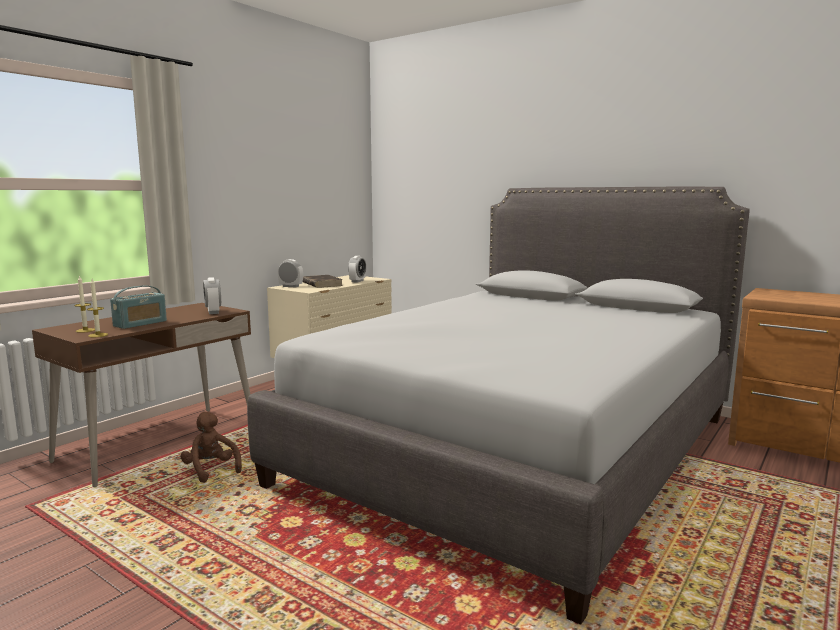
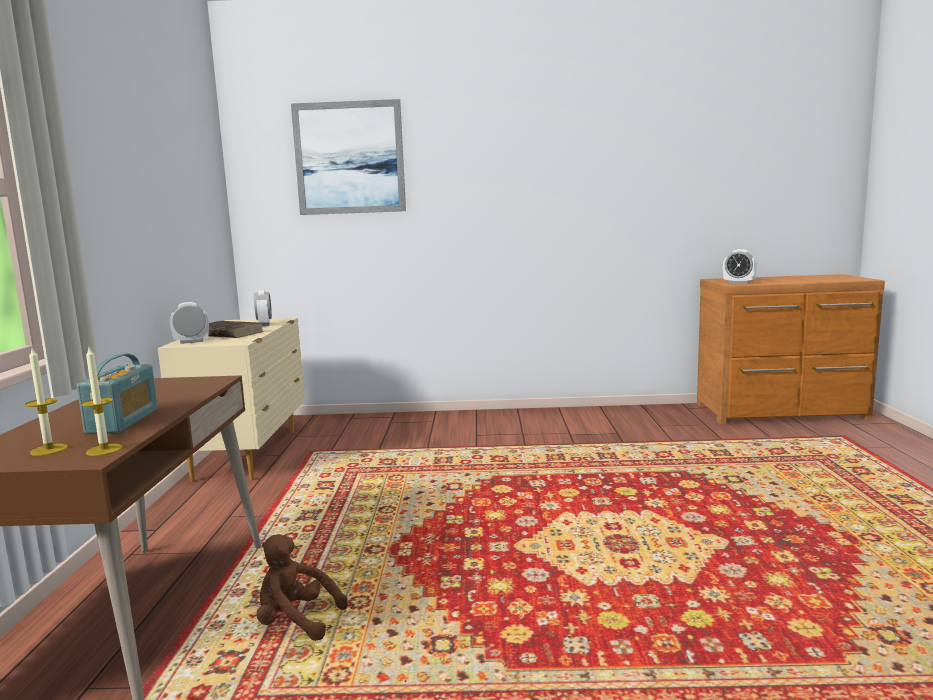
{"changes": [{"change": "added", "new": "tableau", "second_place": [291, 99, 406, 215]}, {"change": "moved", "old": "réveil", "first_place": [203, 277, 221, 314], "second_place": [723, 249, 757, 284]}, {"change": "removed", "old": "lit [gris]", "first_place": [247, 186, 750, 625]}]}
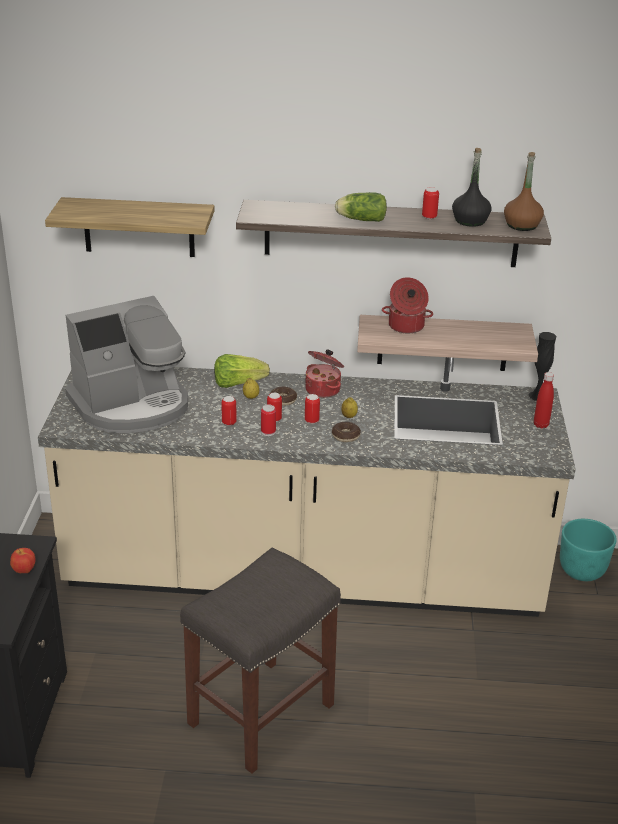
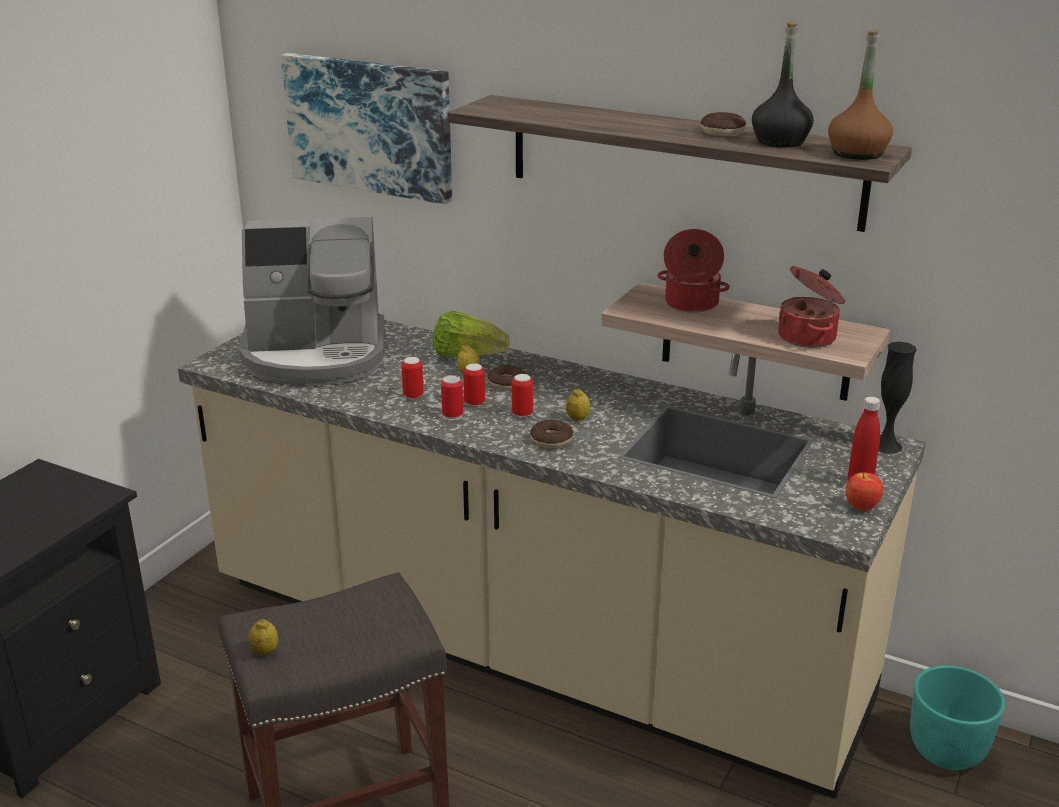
{"changes": [{"change": "added", "new": "citron", "second_place": [249, 619, 278, 655]}, {"change": "replaced", "old": "étagère", "new": "tableau", "first_place": [45, 197, 214, 257], "second_place": [281, 53, 452, 205]}, {"change": "replaced", "old": "boîte métallique", "new": "beignet", "first_place": [422, 187, 439, 219], "second_place": [700, 112, 746, 137]}, {"change": "moved", "old": "marmite", "first_place": [305, 349, 344, 398], "second_place": [778, 266, 845, 348]}, {"change": "moved", "old": "pomme", "first_place": [10, 548, 36, 573], "second_place": [845, 472, 883, 511]}, {"change": "removed", "old": "laitue", "first_place": [335, 192, 387, 222]}]}
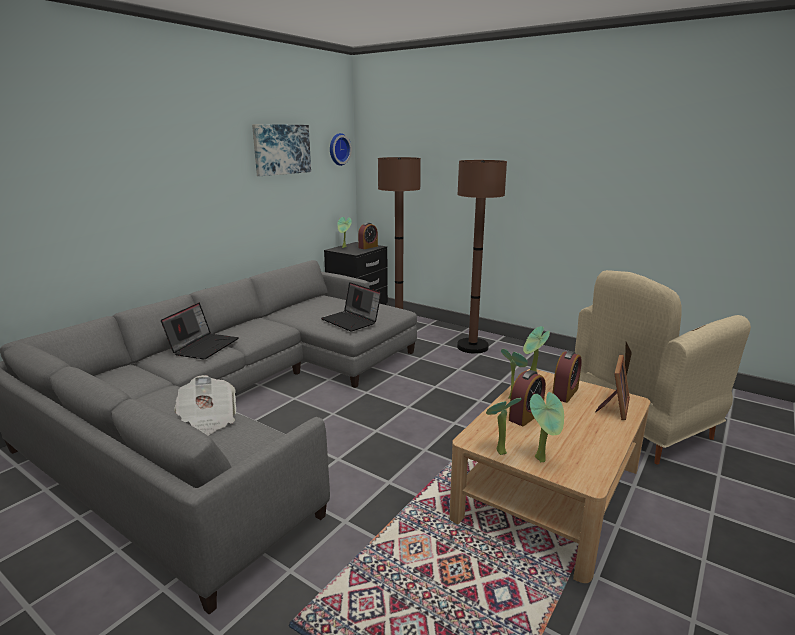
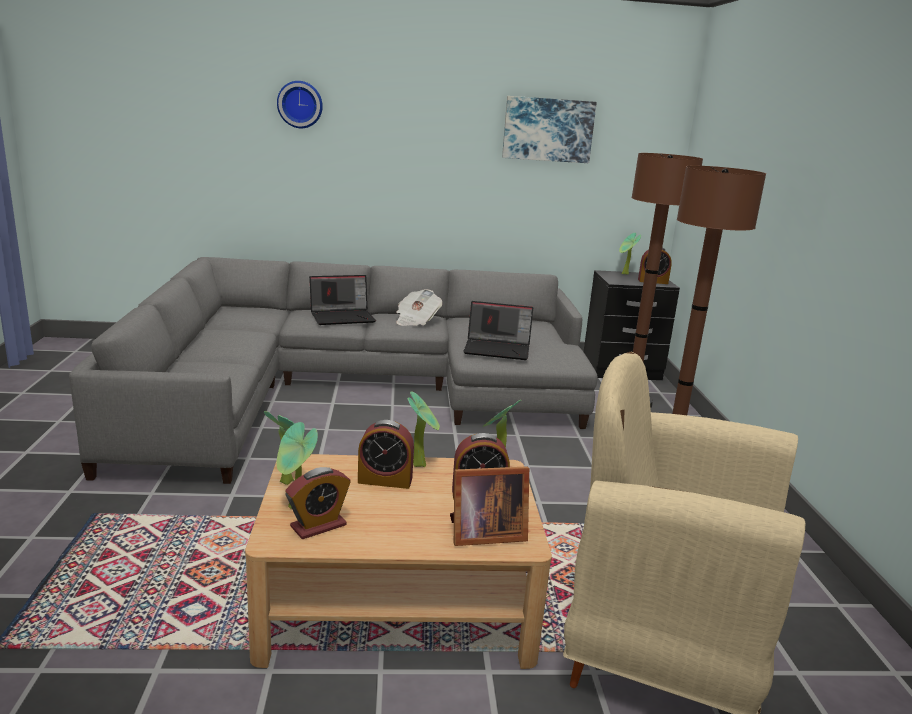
{"changes": [{"change": "moved", "old": "horloge murale", "first_place": [330, 133, 352, 166], "second_place": [277, 81, 323, 128]}, {"change": "added", "new": "réveil", "second_place": [285, 467, 351, 539]}, {"change": "moved", "old": "journal", "first_place": [174, 375, 236, 436], "second_place": [396, 289, 442, 326]}, {"change": "turned", "old": "ordinateur portable", "first_place": [321, 282, 381, 332], "second_place": [463, 301, 533, 360], "degrees": -90}]}
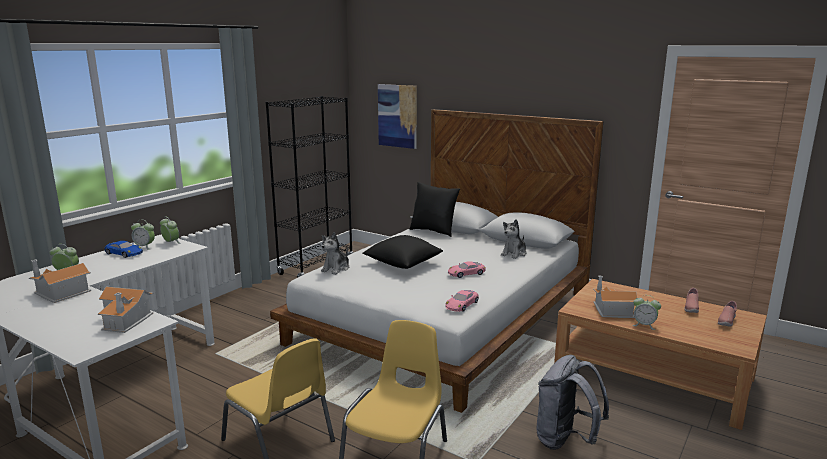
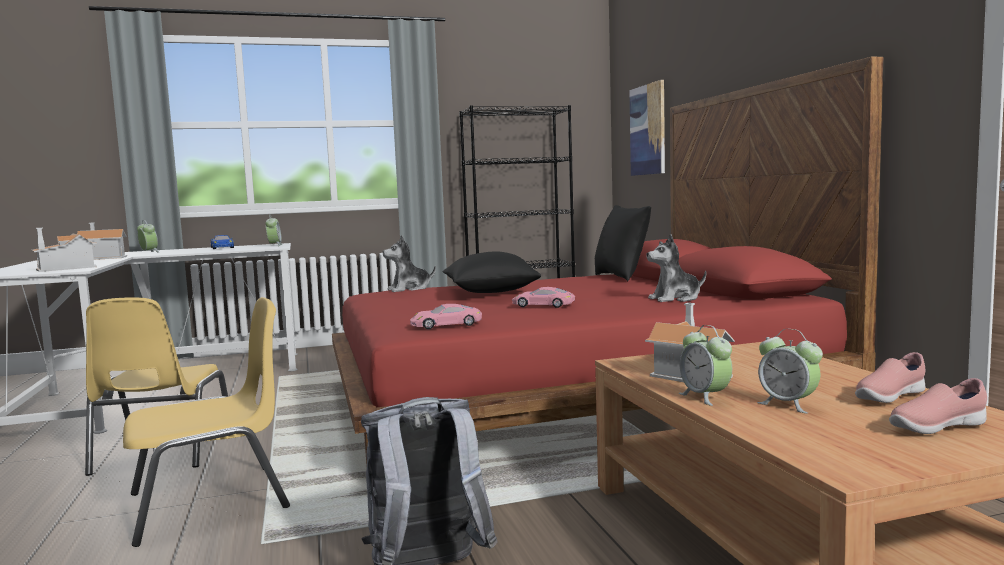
{"changes": [{"change": "recoloured", "old": "lit [blanc]", "new": "lit [rouge]", "first_place": [270, 109, 604, 413], "second_place": [332, 57, 884, 465]}, {"change": "moved", "old": "réveil", "first_place": [131, 222, 155, 249], "second_place": [757, 329, 823, 414]}]}
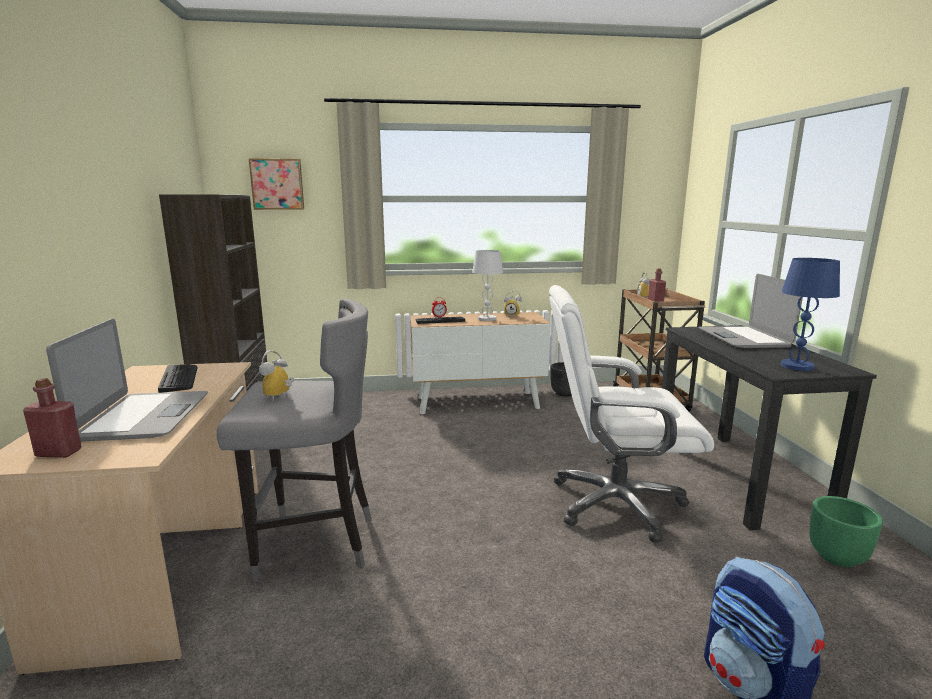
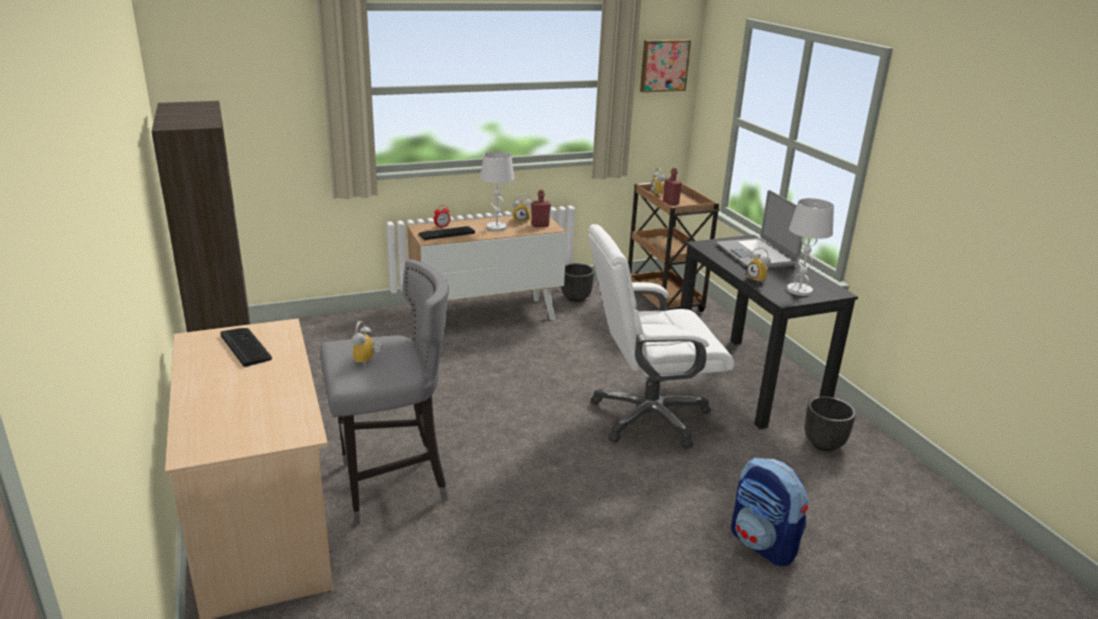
{"changes": [{"change": "moved", "old": "bouteille [rouge]", "first_place": [23, 378, 81, 458], "second_place": [531, 190, 551, 227]}, {"change": "moved", "old": "tableau", "first_place": [248, 158, 304, 210], "second_place": [640, 40, 691, 92]}, {"change": "added", "new": "réveil", "second_place": [747, 247, 770, 282]}, {"change": "recoloured", "old": "lampe de table [bleu]", "new": "lampe de table [blanc]", "first_place": [781, 258, 840, 371], "second_place": [787, 198, 834, 296]}, {"change": "recoloured", "old": "cache-pot [vert]", "new": "cache-pot [noir]", "first_place": [809, 496, 883, 567], "second_place": [805, 396, 856, 451]}, {"change": "removed", "old": "ordinateur portable", "first_place": [46, 319, 208, 442]}]}
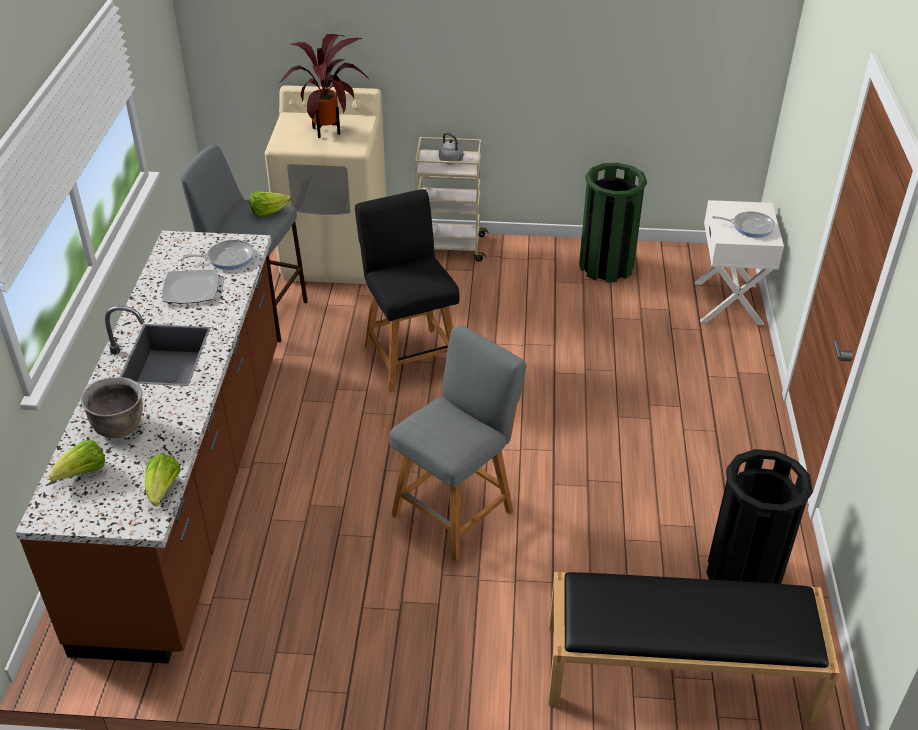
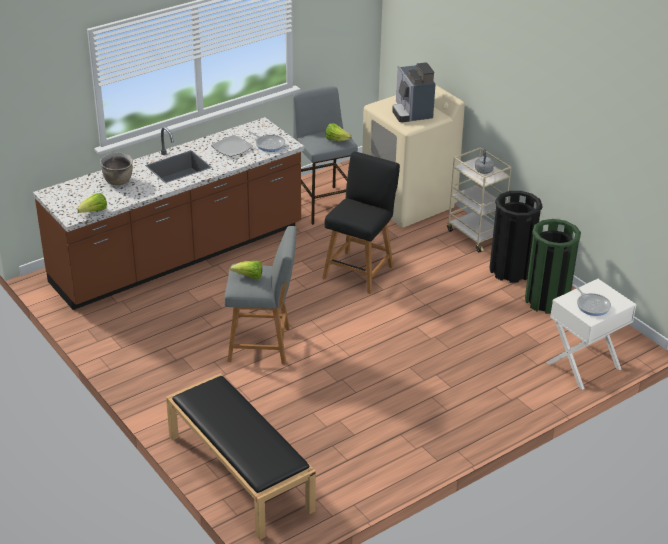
{"changes": [{"change": "moved", "old": "laitue", "first_place": [49, 440, 105, 482], "second_place": [230, 261, 262, 279]}, {"change": "replaced", "old": "plante en pot", "new": "machine à café", "first_place": [279, 34, 370, 138], "second_place": [392, 62, 436, 122]}, {"change": "moved", "old": "poubelle [noir]", "first_place": [706, 449, 813, 584], "second_place": [490, 191, 543, 283]}]}
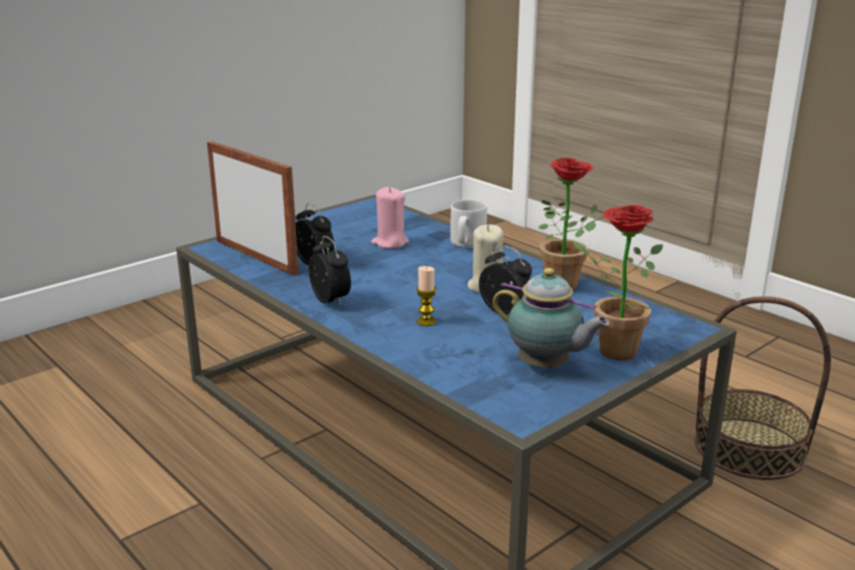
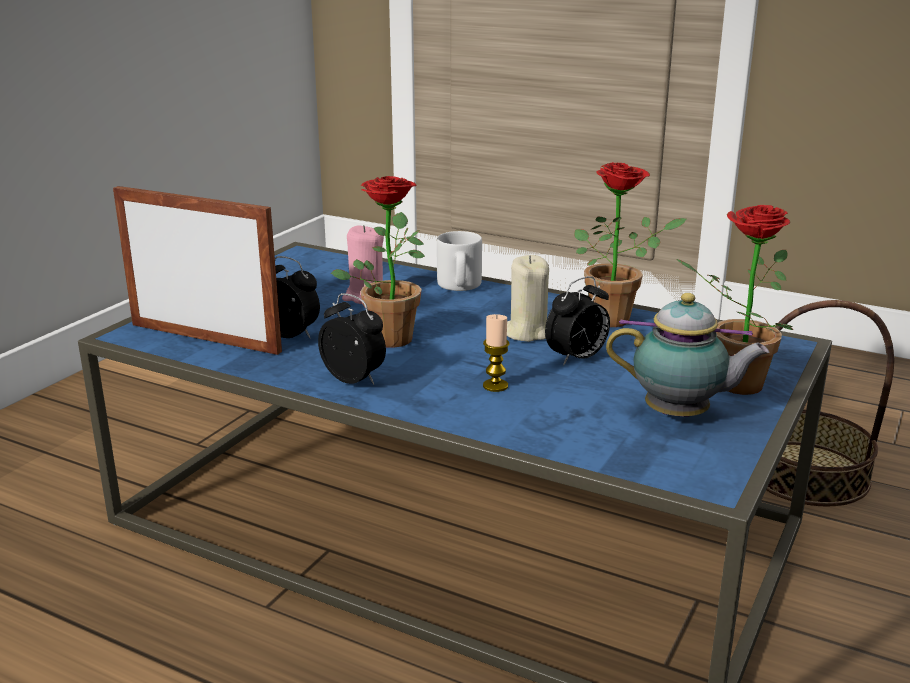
{"changes": [{"change": "added", "new": "plante en pot", "second_place": [331, 176, 425, 348]}, {"change": "turned", "old": "réveil", "first_place": [479, 245, 532, 314], "second_place": [545, 276, 610, 366], "degrees": 120}]}
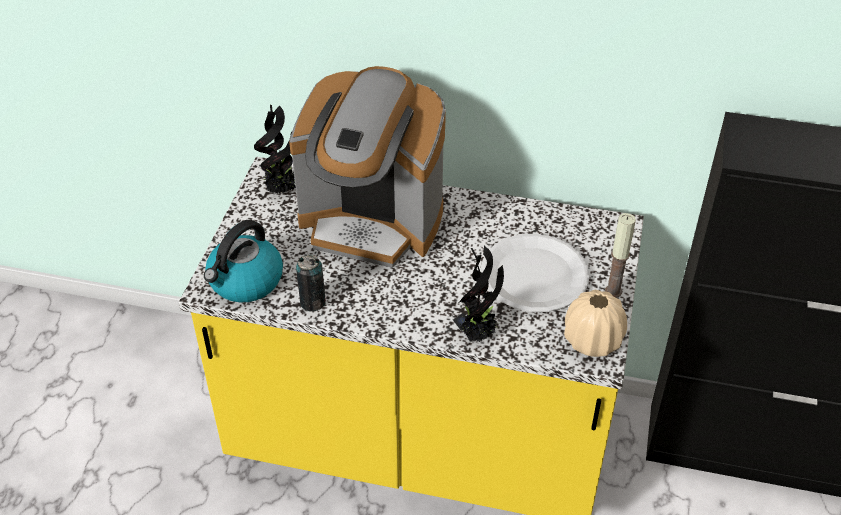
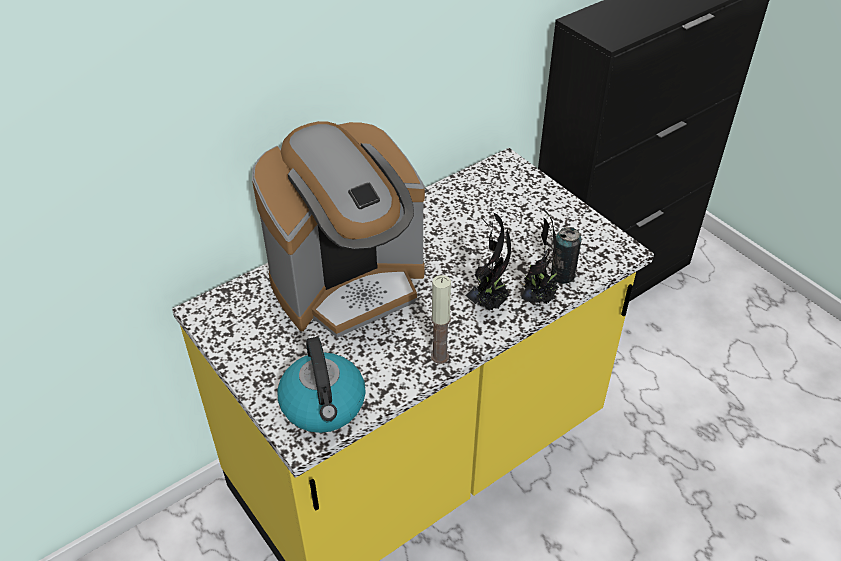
{"changes": [{"change": "moved", "old": "bougie", "first_place": [605, 213, 636, 298], "second_place": [431, 275, 451, 364]}, {"change": "moved", "old": "plante en pot", "first_place": [254, 105, 296, 194], "second_place": [466, 212, 511, 311]}, {"change": "moved", "old": "boîte métallique", "first_place": [296, 254, 326, 312], "second_place": [551, 227, 581, 284]}, {"change": "removed", "old": "assiette [blanc]", "first_place": [481, 234, 590, 312]}, {"change": "removed", "old": "vase [beige]", "first_place": [564, 290, 627, 357]}]}
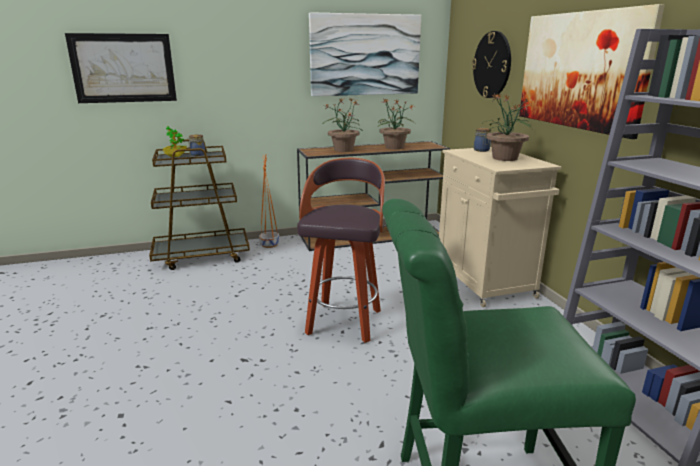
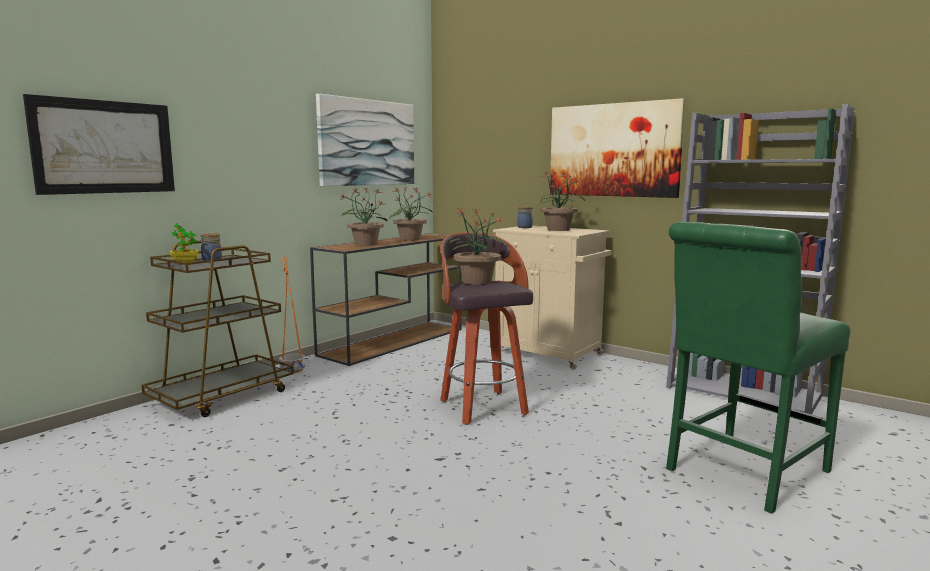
{"changes": [{"change": "added", "new": "plante en pot", "second_place": [449, 208, 506, 285]}, {"change": "removed", "old": "horloge murale", "first_place": [472, 31, 511, 98]}]}
